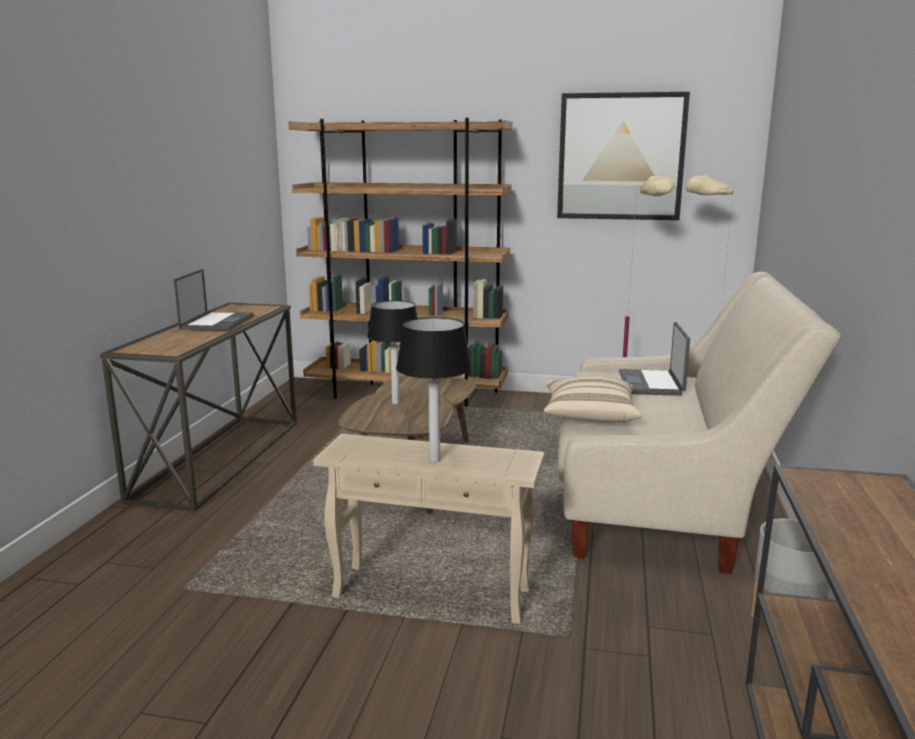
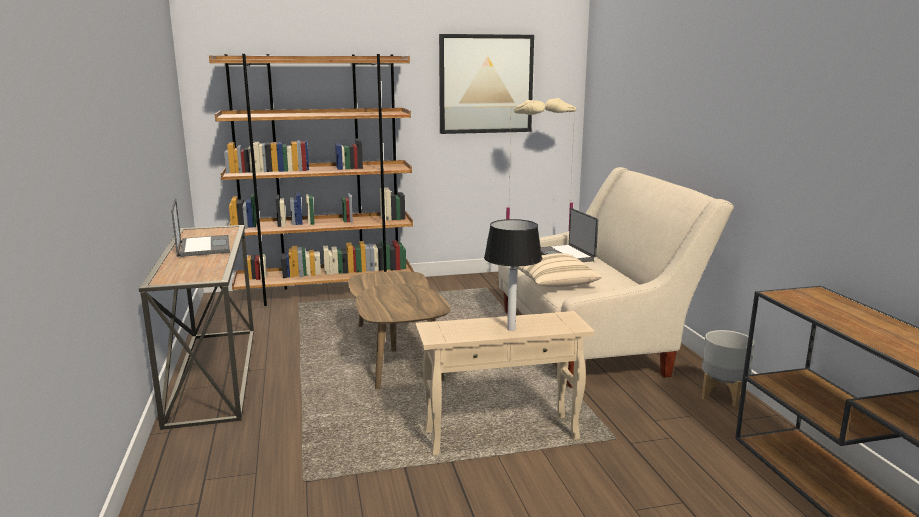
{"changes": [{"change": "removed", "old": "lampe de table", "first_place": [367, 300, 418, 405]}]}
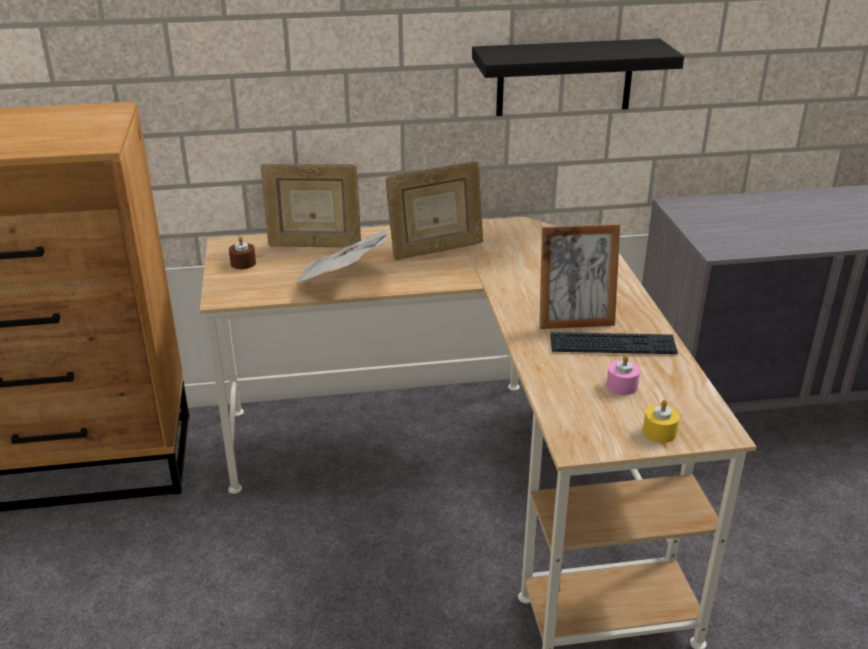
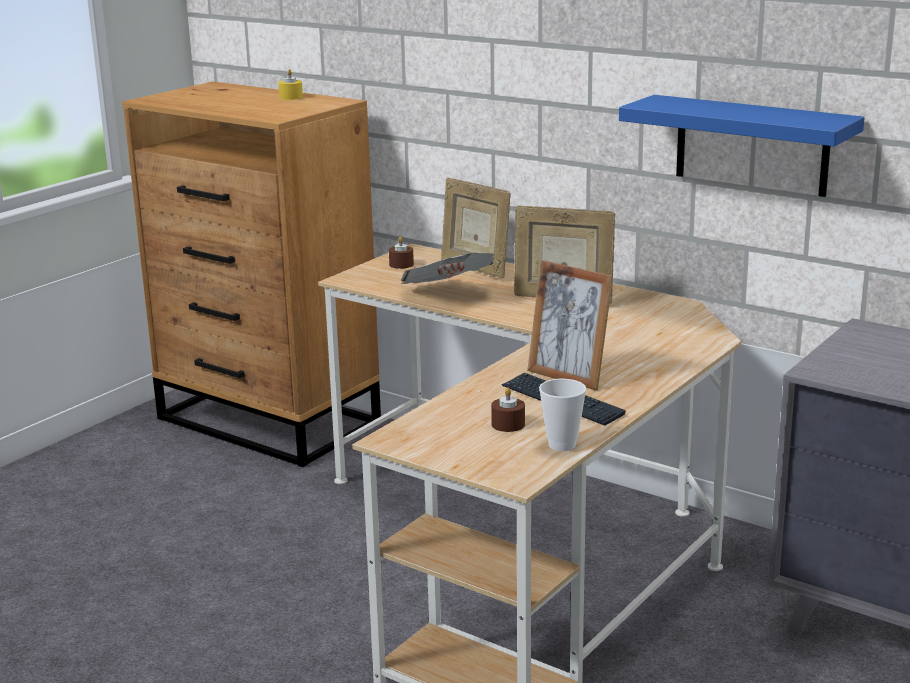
{"changes": [{"change": "moved", "old": "bougie [jaune]", "first_place": [643, 400, 680, 443], "second_place": [278, 69, 303, 100]}, {"change": "recoloured", "old": "bougie [rose]", "new": "bougie [marron]", "first_place": [606, 355, 640, 395], "second_place": [491, 388, 525, 432]}, {"change": "added", "new": "tasse", "second_place": [539, 379, 586, 451]}, {"change": "recoloured", "old": "étagère [noir]", "new": "étagère [bleu]", "first_place": [472, 39, 684, 116], "second_place": [619, 95, 865, 197]}]}
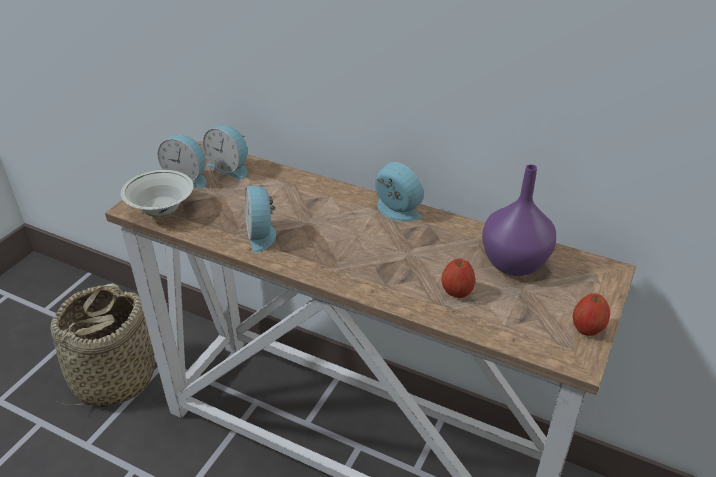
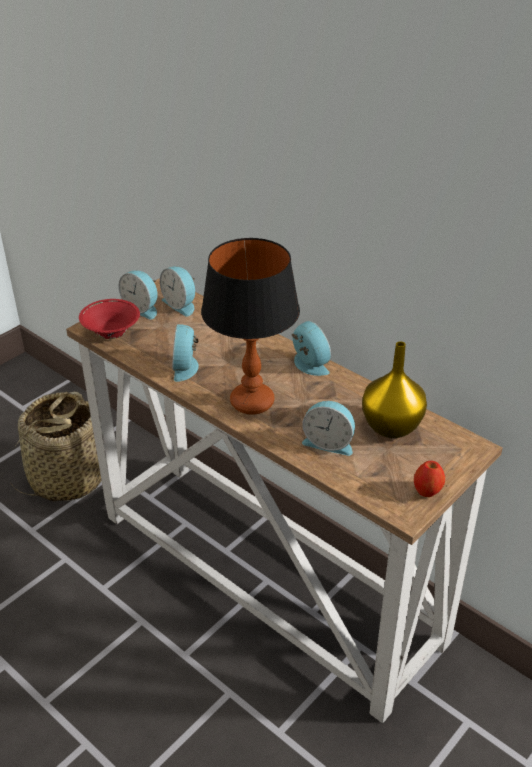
{"changes": [{"change": "recoloured", "old": "bol [blanc]", "new": "bol [rouge]", "first_place": [121, 170, 194, 217], "second_place": [79, 299, 140, 339]}, {"change": "added", "new": "lampe de table", "second_place": [201, 238, 300, 415]}, {"change": "replaced", "old": "pomme", "new": "réveil", "first_place": [442, 259, 475, 298], "second_place": [302, 401, 355, 456]}, {"change": "recoloured", "old": "vase [violet]", "new": "vase [jaune]", "first_place": [482, 164, 556, 276], "second_place": [362, 341, 427, 438]}]}
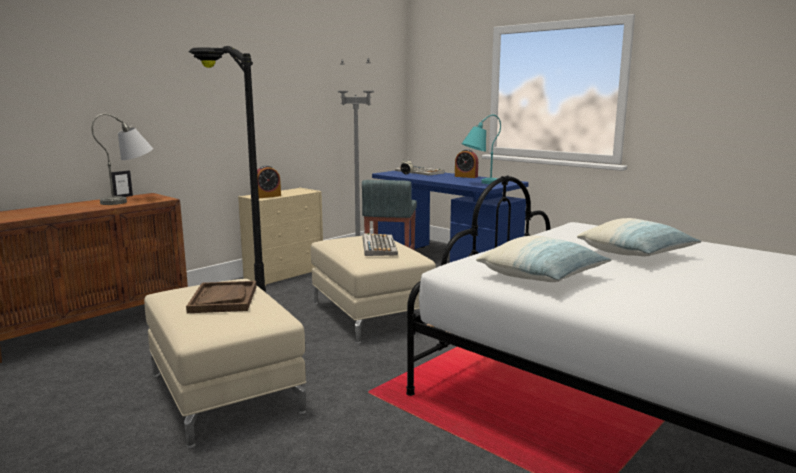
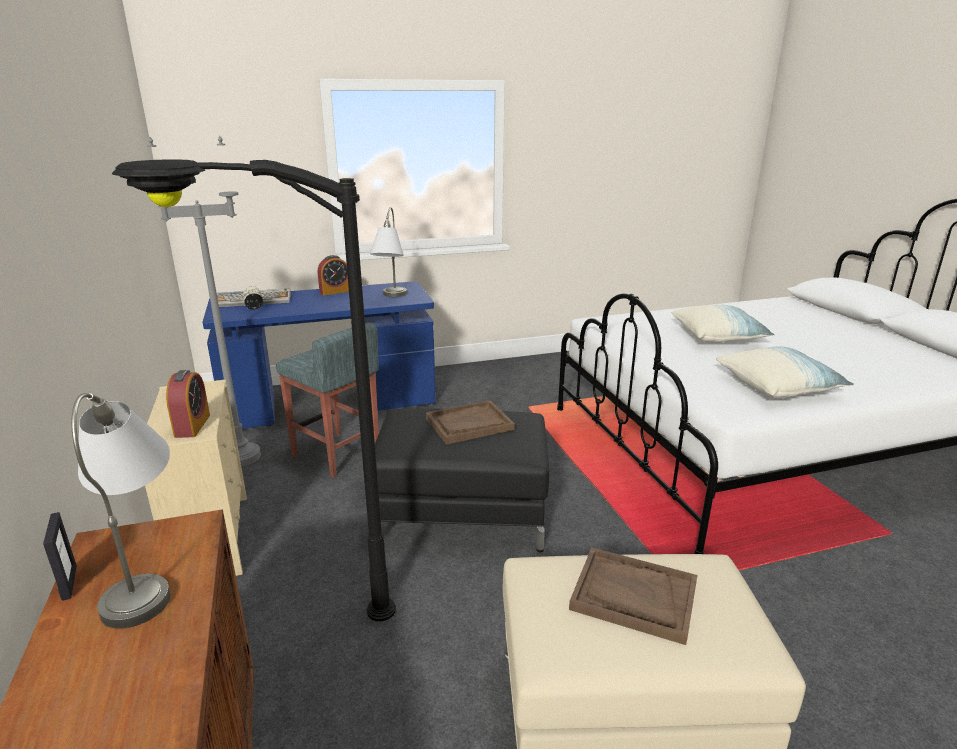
{"changes": [{"change": "recoloured", "old": "lampe de table [turquoise]", "new": "lampe de table [gris]", "first_place": [462, 115, 501, 184], "second_place": [370, 207, 407, 297]}, {"change": "recoloured", "old": "pouf [beige]", "new": "pouf [noir]", "first_place": [311, 236, 436, 344], "second_place": [375, 408, 549, 552]}, {"change": "replaced", "old": "clavier", "new": "plateau [marron]", "first_place": [363, 233, 398, 256], "second_place": [426, 400, 515, 445]}]}
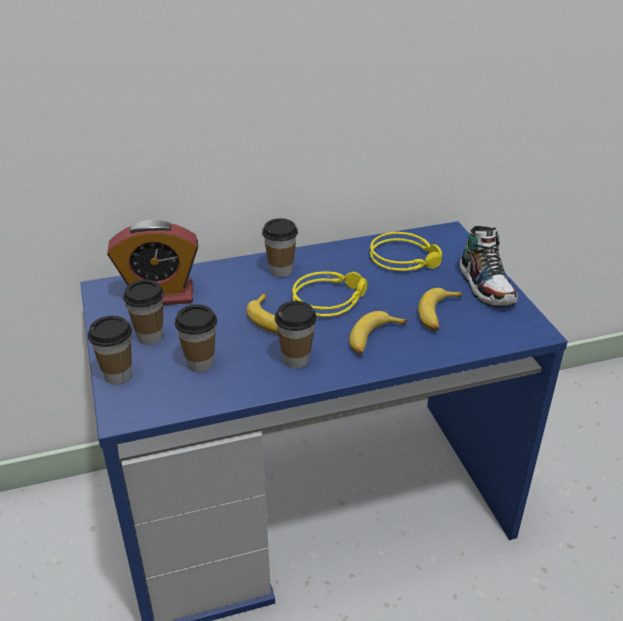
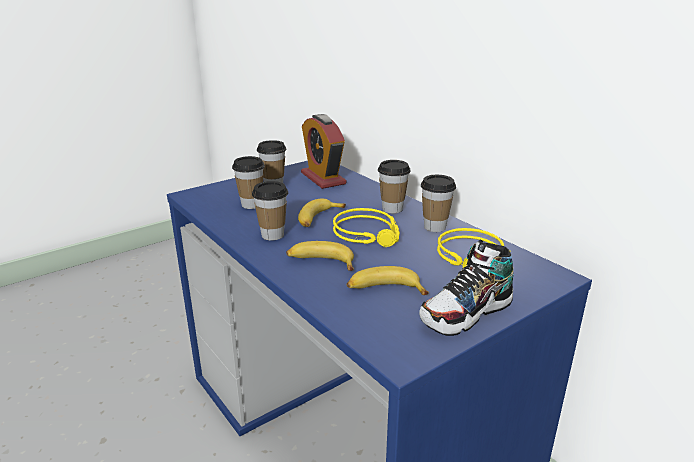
{"changes": [{"change": "moved", "old": "tasse", "first_place": [88, 316, 132, 385], "second_place": [421, 175, 456, 232]}]}
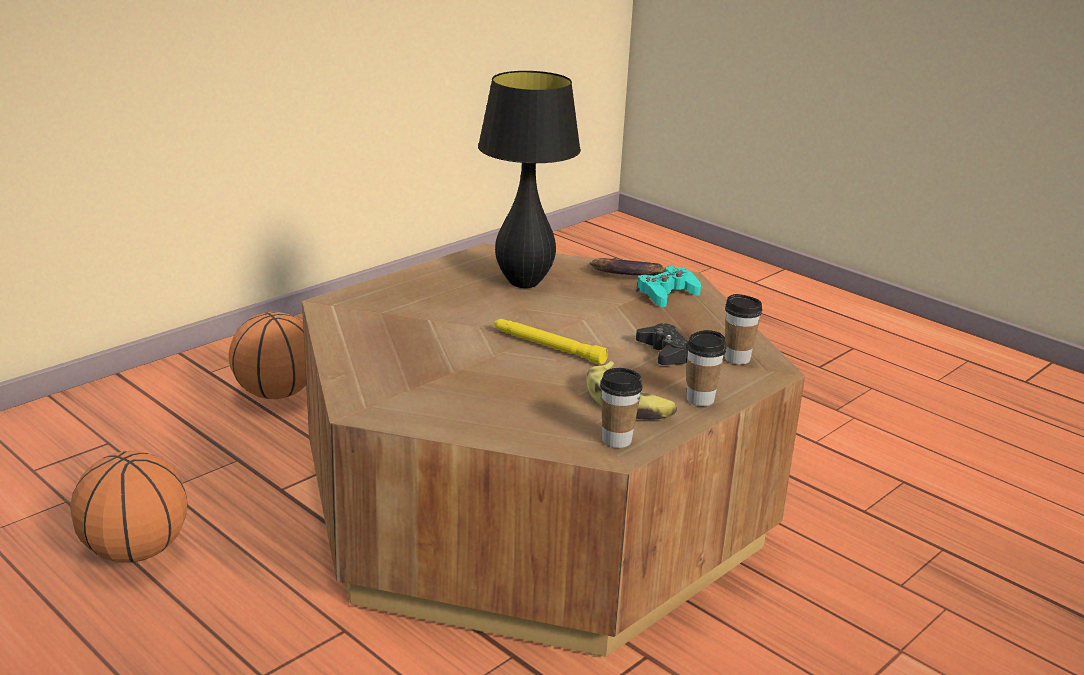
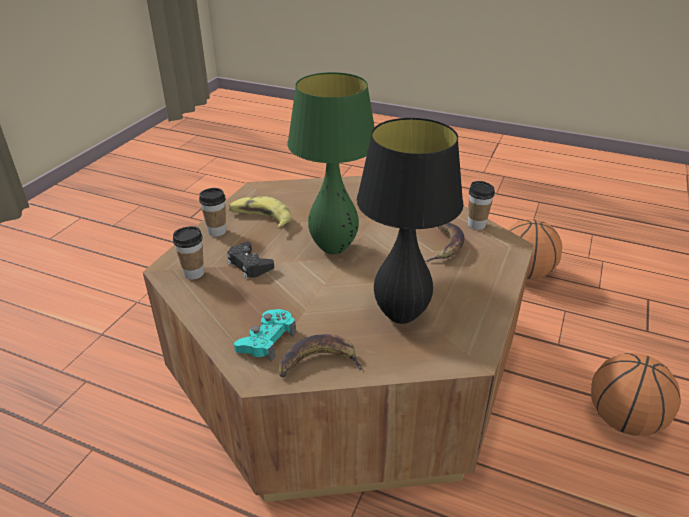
{"changes": [{"change": "replaced", "old": "lampe de poche [jaune]", "new": "lampe de table [vert]", "first_place": [494, 319, 608, 365], "second_place": [287, 72, 374, 255]}, {"change": "added", "new": "banane", "second_place": [425, 223, 465, 262]}, {"change": "moved", "old": "tasse", "first_place": [600, 368, 643, 448], "second_place": [468, 181, 495, 230]}]}
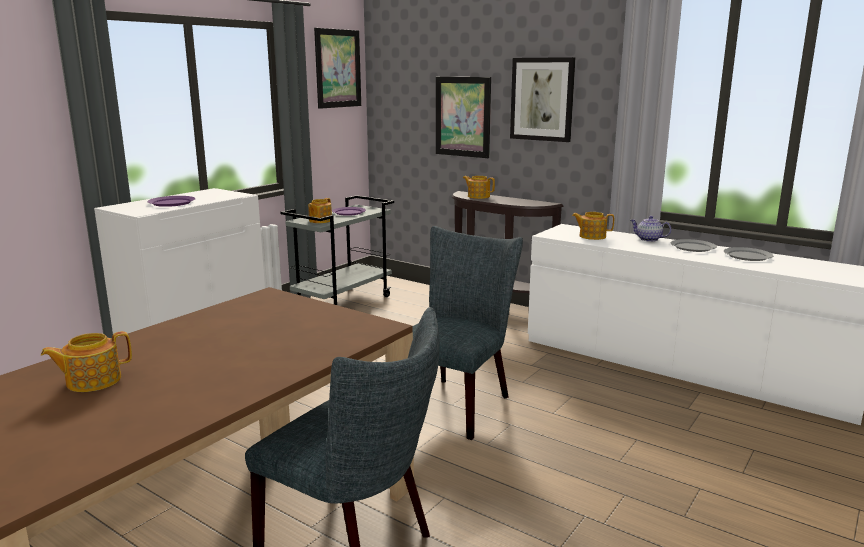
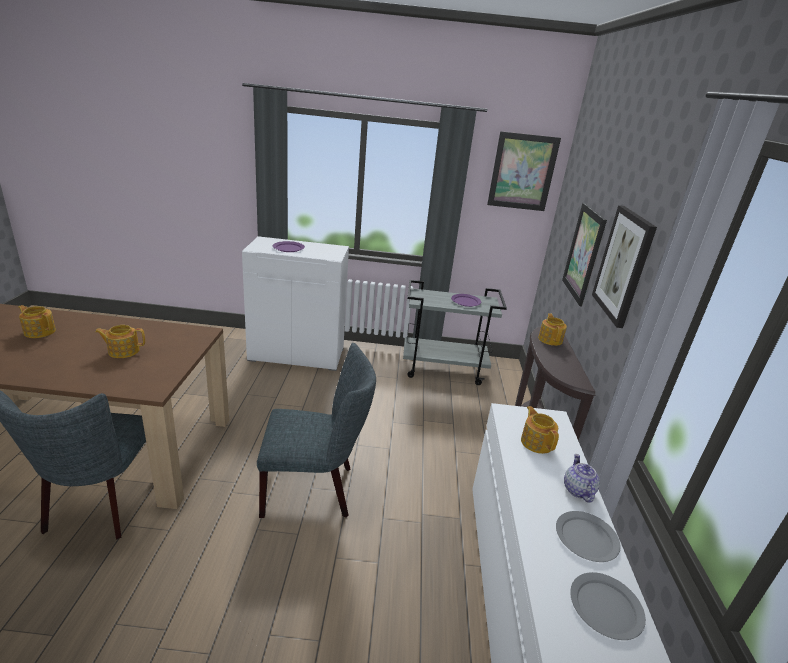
{"changes": [{"change": "moved", "old": "théière", "first_place": [308, 198, 332, 223], "second_place": [95, 325, 145, 358]}]}
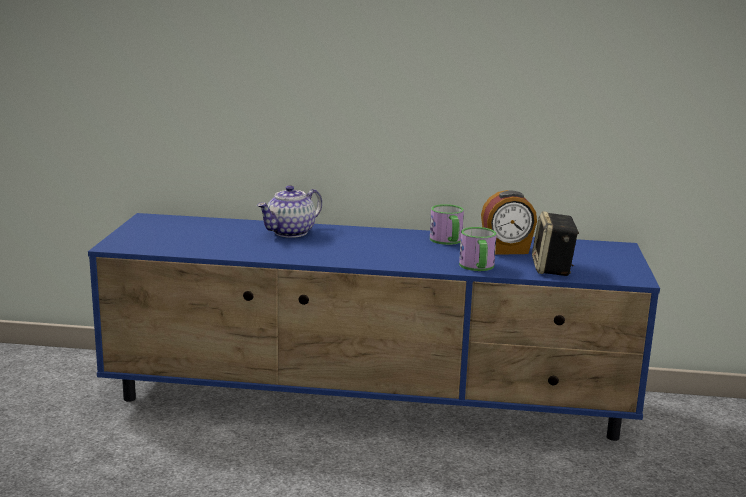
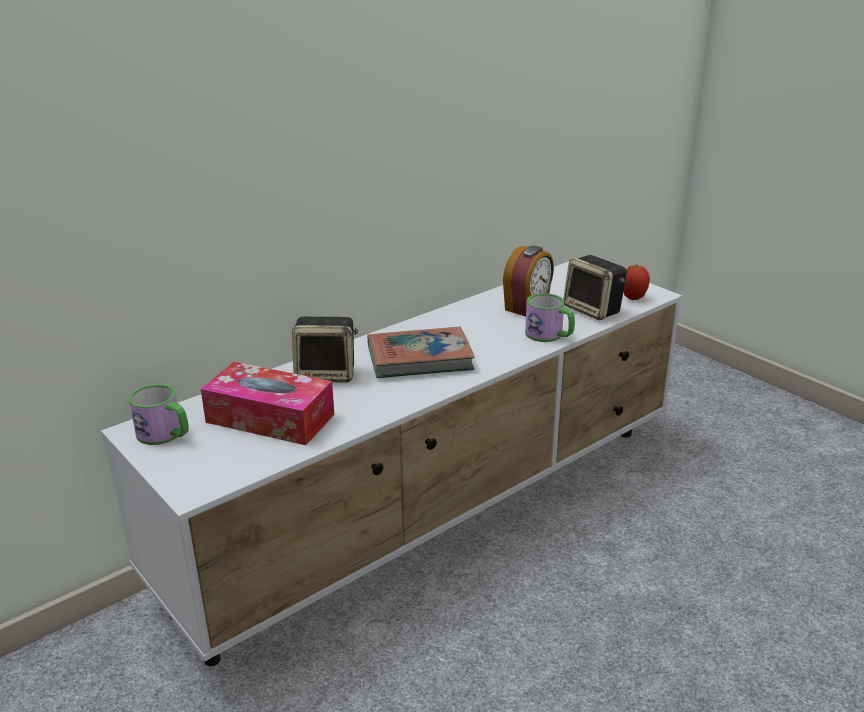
{"changes": [{"change": "recoloured", "old": "meuble télé [bleu]", "new": "meuble télé [blanc]", "first_place": [88, 213, 660, 441], "second_place": [101, 257, 682, 666]}, {"change": "moved", "old": "mug", "first_place": [430, 204, 464, 245], "second_place": [129, 384, 189, 445]}, {"change": "added", "new": "boîte à mouchoirs", "second_place": [201, 362, 334, 445]}, {"change": "replaced", "old": "théière", "new": "enceinte", "first_place": [257, 185, 322, 238], "second_place": [292, 317, 358, 382]}, {"change": "added", "new": "livre", "second_place": [368, 327, 475, 378]}, {"change": "added", "new": "pomme", "second_place": [623, 265, 650, 300]}]}
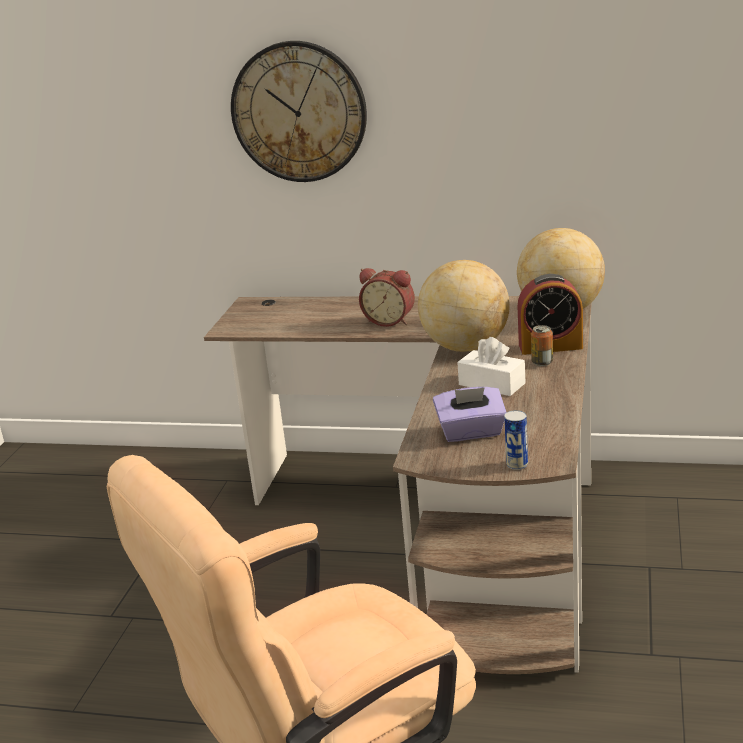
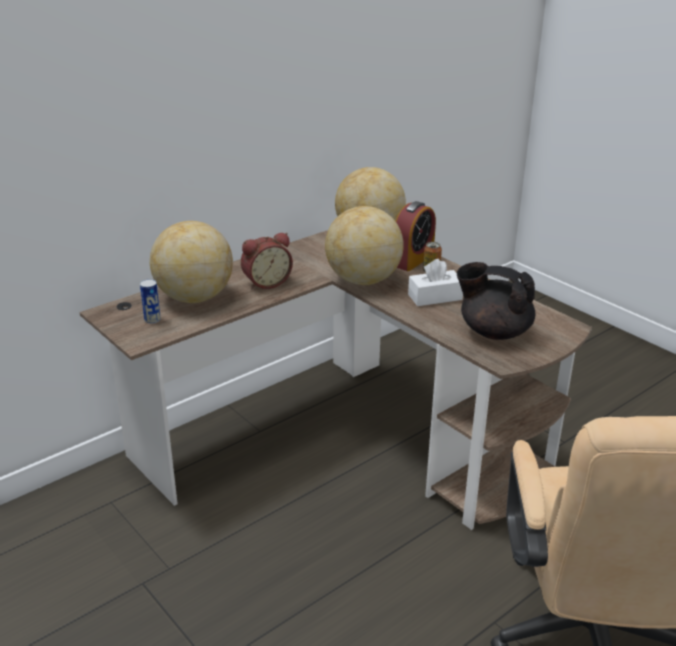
{"changes": [{"change": "moved", "old": "boîte métallique", "first_place": [504, 410, 528, 470], "second_place": [140, 279, 161, 324]}, {"change": "added", "new": "globe", "second_place": [150, 221, 233, 303]}, {"change": "replaced", "old": "boîte à mouchoirs [violet]", "new": "théière [noir]", "first_place": [433, 387, 507, 442], "second_place": [457, 262, 535, 340]}, {"change": "removed", "old": "horloge murale", "first_place": [231, 41, 367, 182]}]}
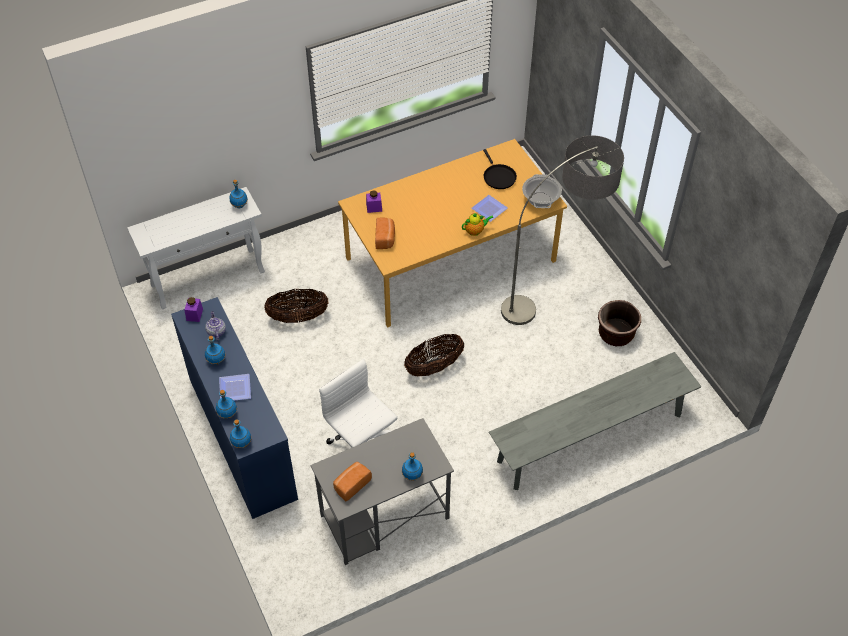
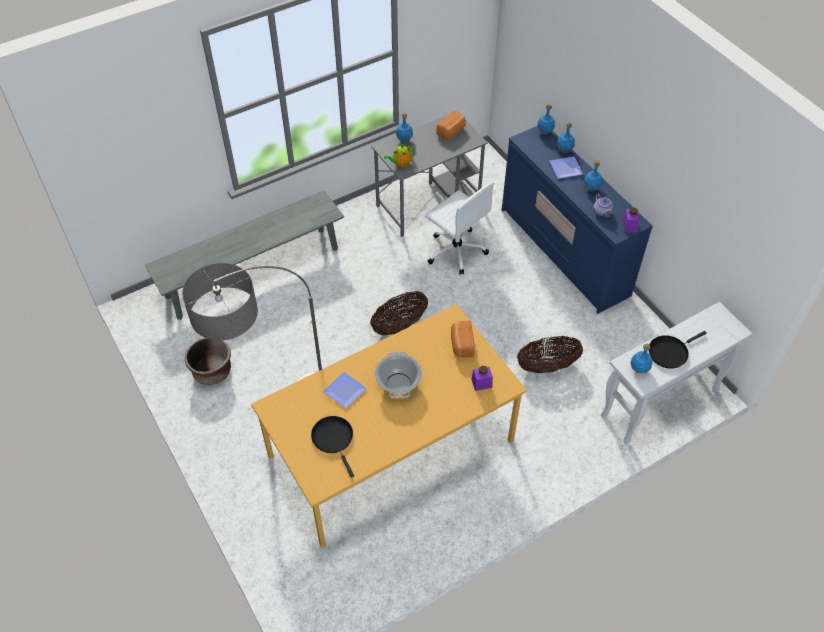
{"changes": [{"change": "moved", "old": "marmite", "first_place": [522, 174, 562, 208], "second_place": [375, 352, 422, 399]}, {"change": "moved", "old": "théière", "first_place": [462, 213, 494, 236], "second_place": [384, 144, 415, 167]}, {"change": "added", "new": "poêle [noir]", "second_place": [649, 331, 707, 369]}]}
